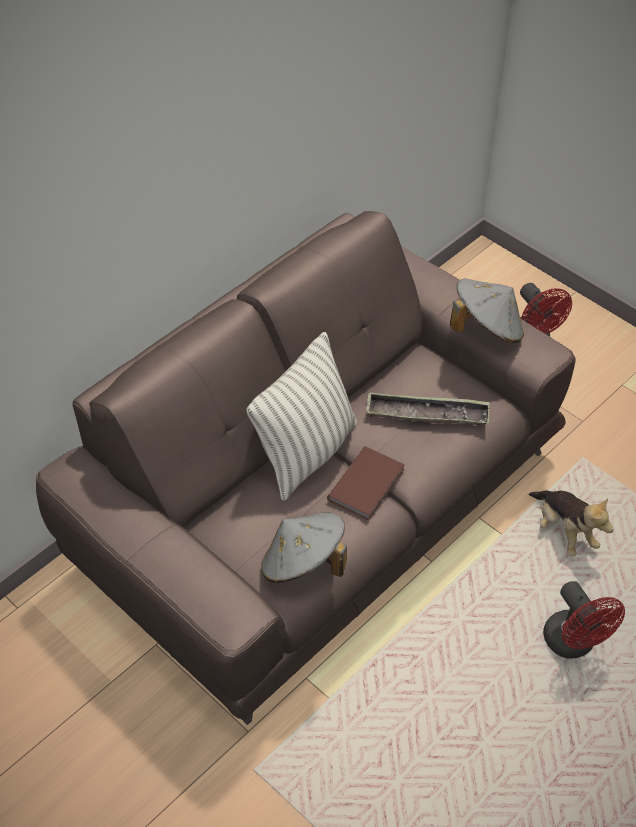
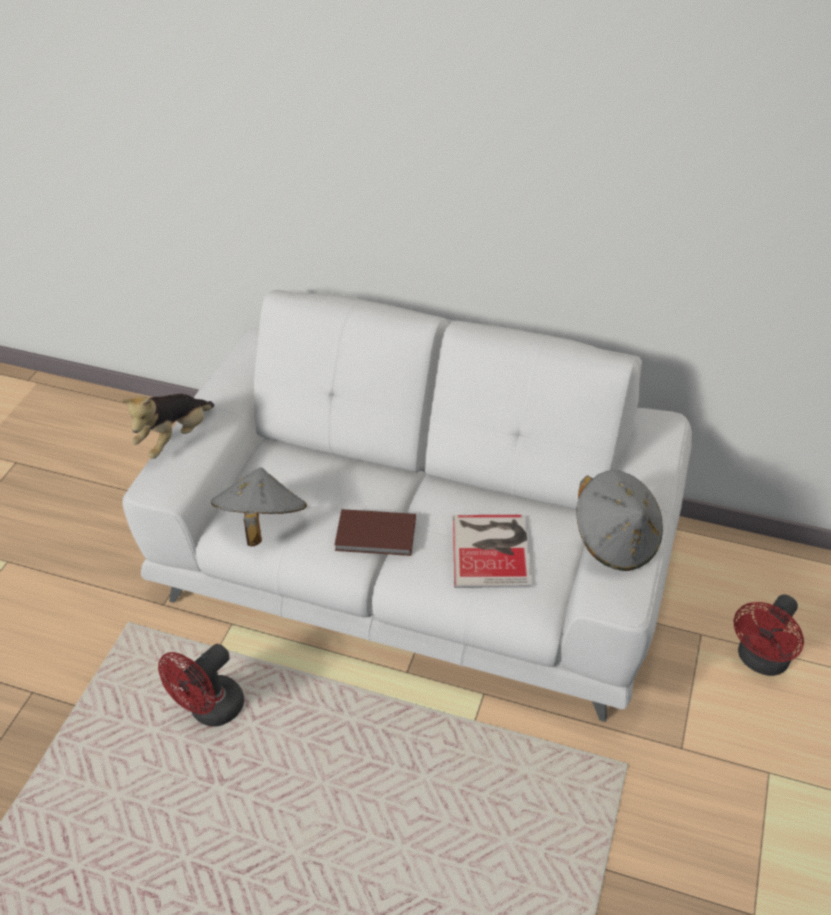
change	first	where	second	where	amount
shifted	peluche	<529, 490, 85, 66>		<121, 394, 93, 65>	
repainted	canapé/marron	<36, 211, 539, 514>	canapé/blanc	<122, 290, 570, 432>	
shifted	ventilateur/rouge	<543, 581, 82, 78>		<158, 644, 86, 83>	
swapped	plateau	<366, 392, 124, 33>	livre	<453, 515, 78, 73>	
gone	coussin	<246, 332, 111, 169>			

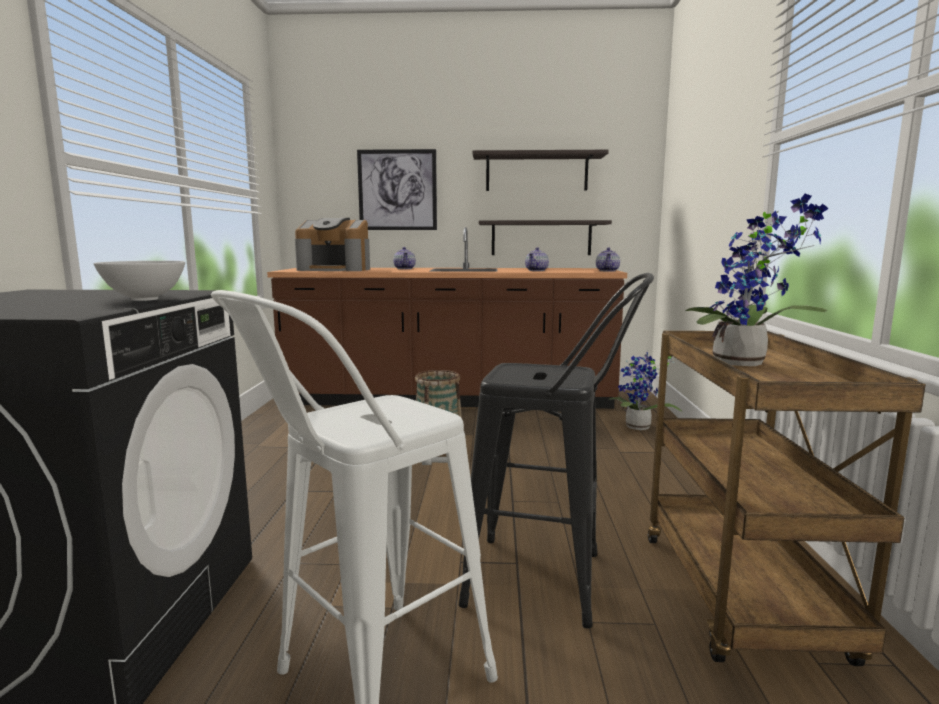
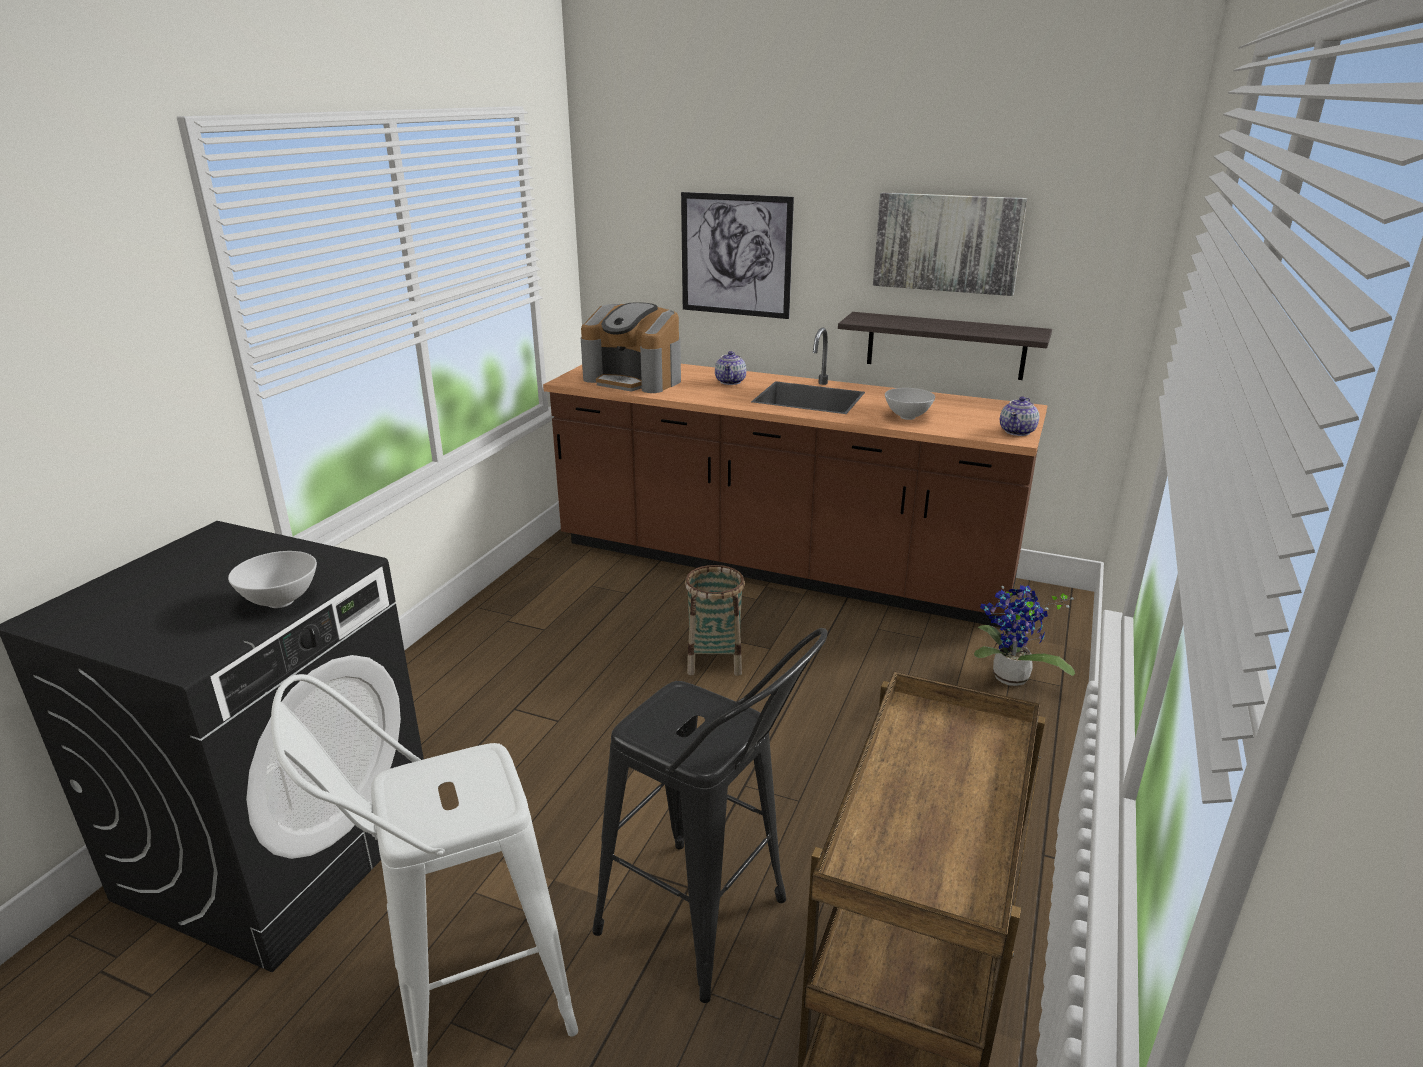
change	first	where	second	where	amount
swapped	étagère	<472, 150, 137, 41>	tableau	<873, 192, 155, 104>	
swapped	théière	<525, 247, 24, 24>	bol/blanc	<885, 388, 50, 32>	
gone	plante en pot	<685, 194, 144, 172>			

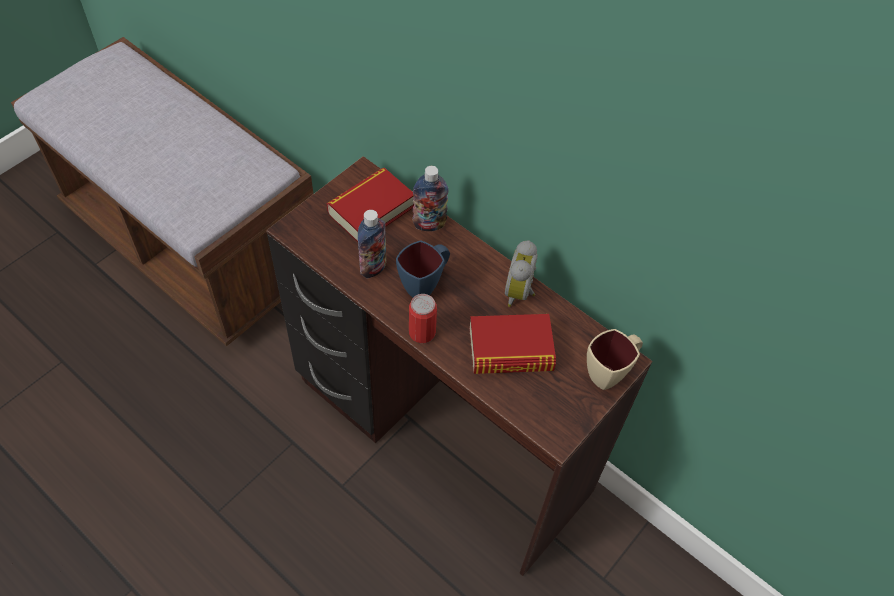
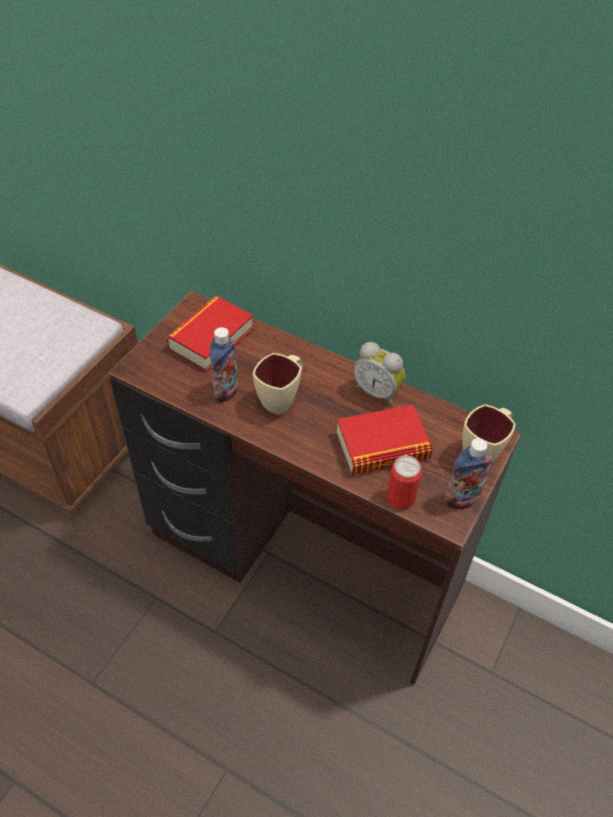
change	first	where	second	where	amount
repainted	mug/bleu	<396, 241, 54, 56>	mug/beige	<253, 353, 50, 62>	
rotated	réveil	<505, 240, 33, 67>		<353, 342, 52, 64>	60 degrees counterclockwise
shifted	boîte métallique	<409, 294, 28, 49>		<387, 456, 35, 54>	
shifted	bouteille	<413, 166, 36, 65>		<444, 438, 49, 71>	

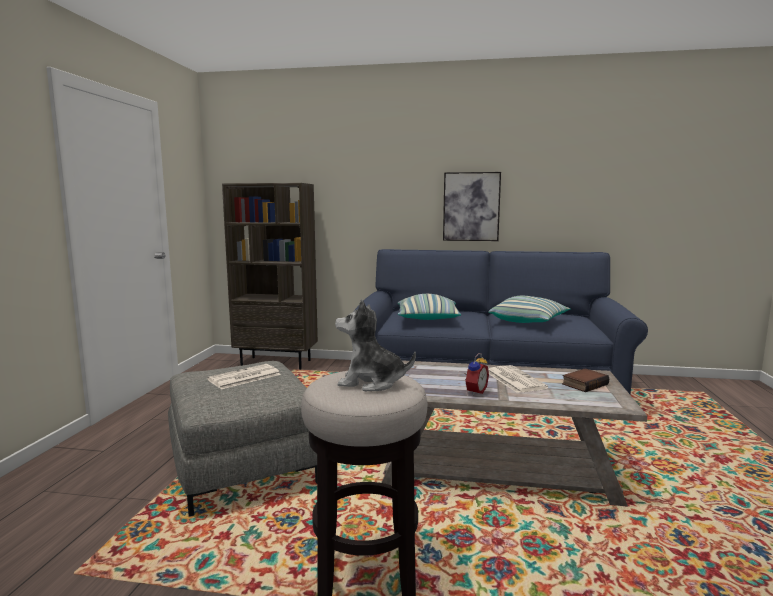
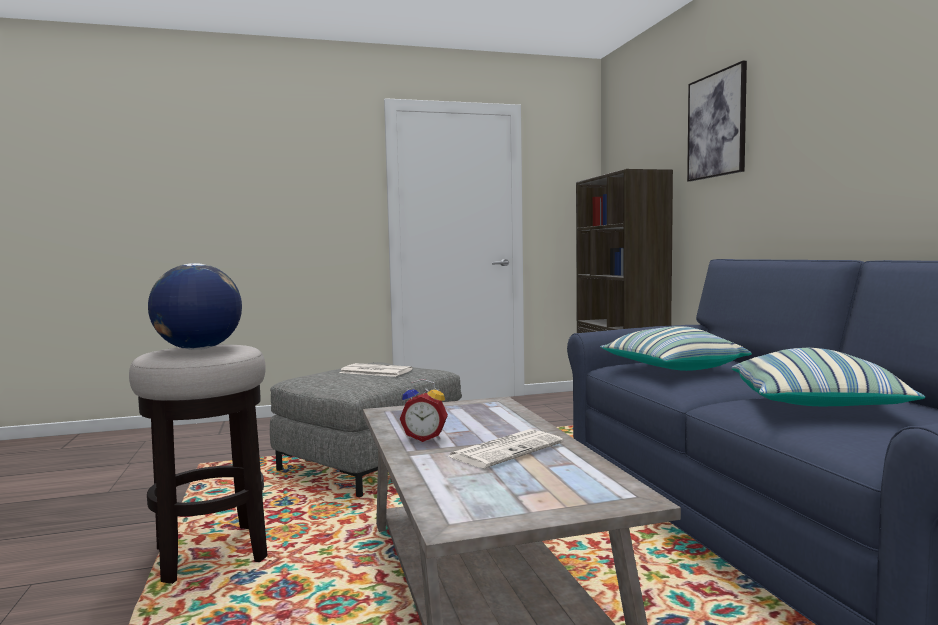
change	first	where	second	where	amount
swapped	peluche	<335, 299, 81, 92>	globe	<148, 263, 94, 87>	
shifted	tableau	<443, 172, 58, 69>		<687, 61, 60, 120>	
gone	livre	<562, 368, 47, 24>			

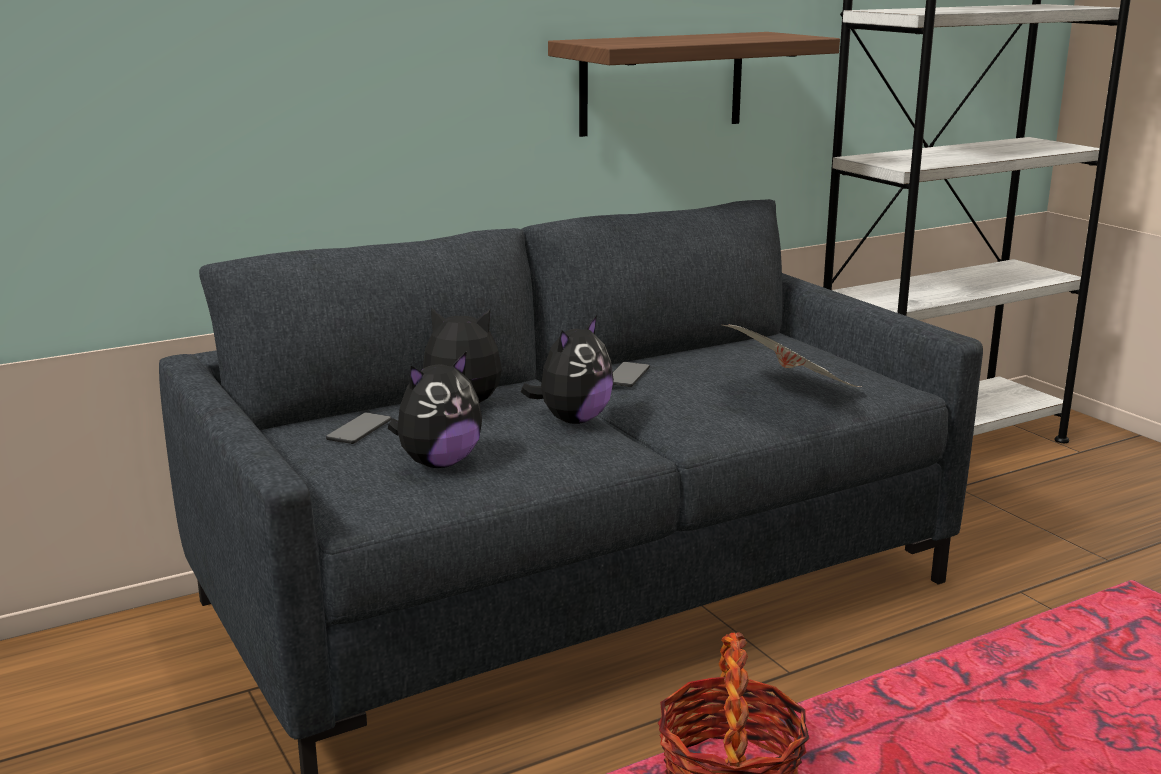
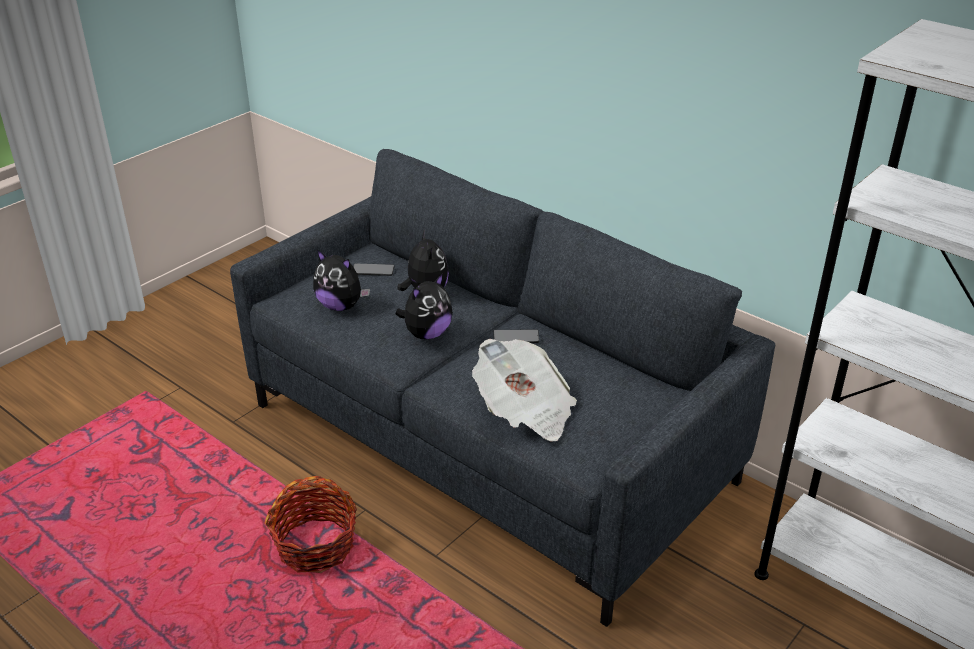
change	first	where	second	where	amount
rotated	peluche	<521, 316, 93, 108>		<395, 273, 58, 66>	60 degrees counterclockwise
gone	étagère	<548, 32, 292, 105>			

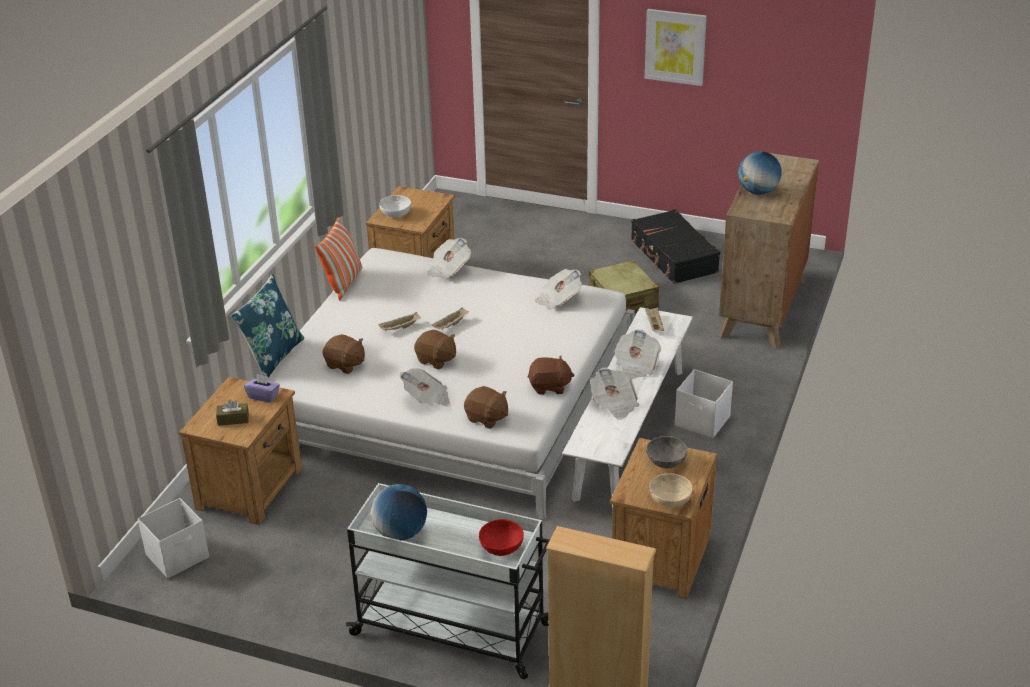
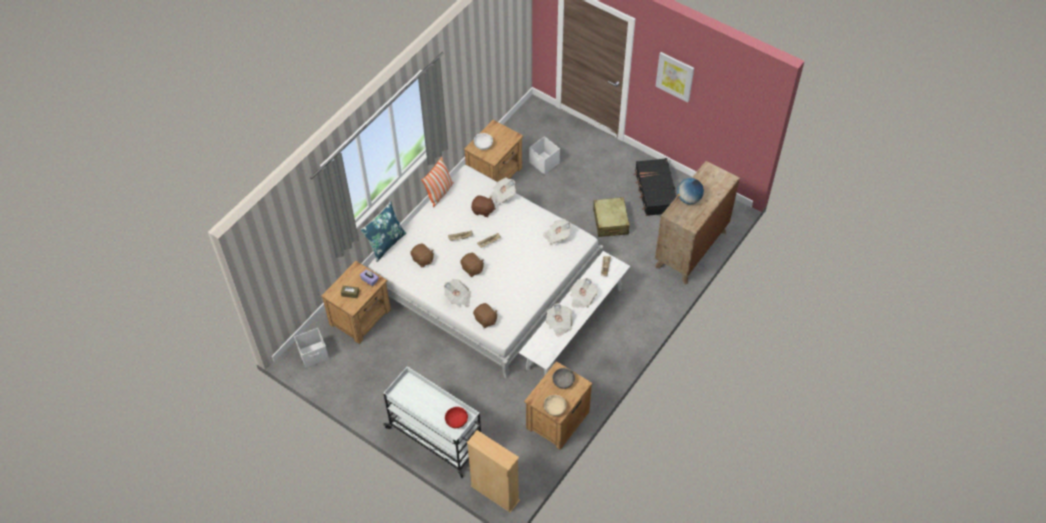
change	first	where	second	where	amount
shifted	peluche/marron	<528, 356, 46, 39>		<471, 195, 25, 22>	
shifted	boîte de rangement/blanc	<675, 369, 58, 69>		<529, 136, 31, 39>	
gone	globe	<371, 484, 56, 56>			

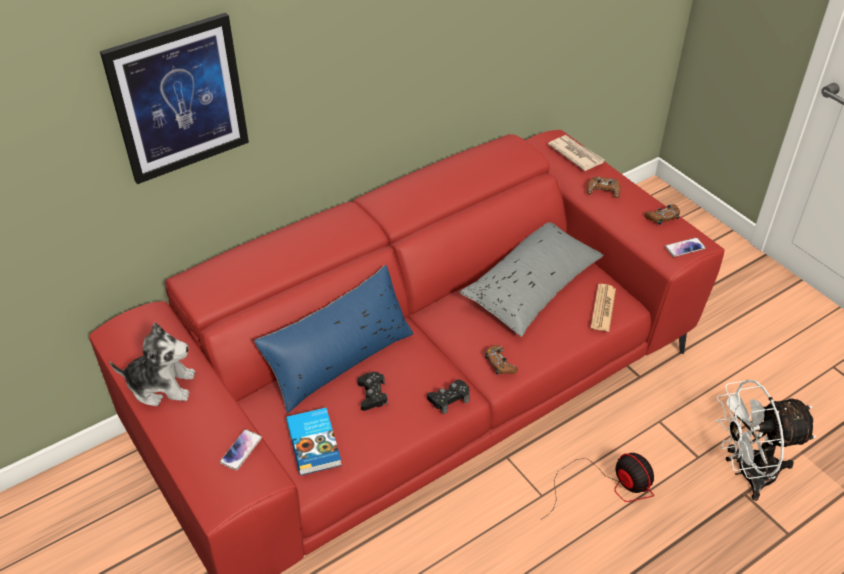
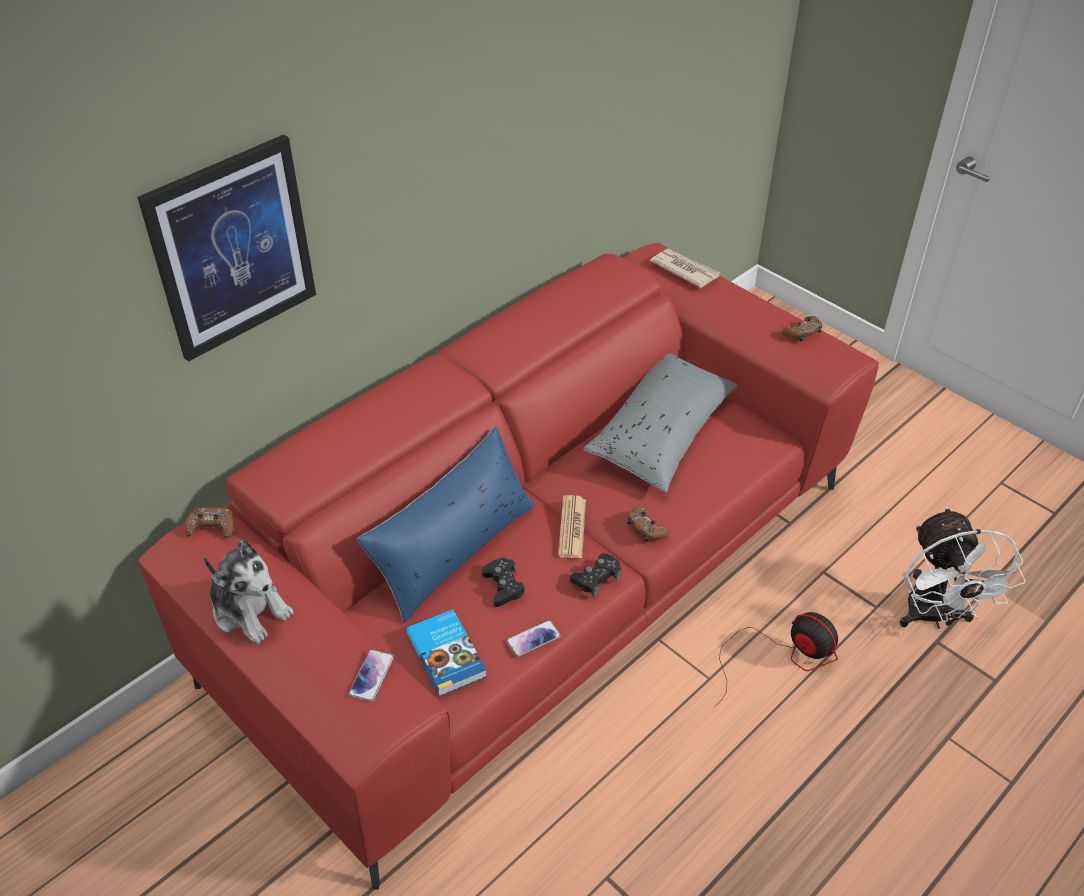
change	first	where	second	where	amount
shifted	manette/marron	<587, 177, 34, 21>		<185, 507, 49, 31>	
rotated	peluche	<110, 323, 86, 83>		<204, 540, 90, 104>	45 degrees clockwise
shifted	téléphone	<665, 238, 41, 19>		<506, 620, 55, 37>	
shifted	journal	<590, 284, 26, 48>		<558, 495, 28, 63>	
rotated	ventilateur/blanc	<715, 380, 102, 121>		<899, 507, 127, 122>	75 degrees counterclockwise

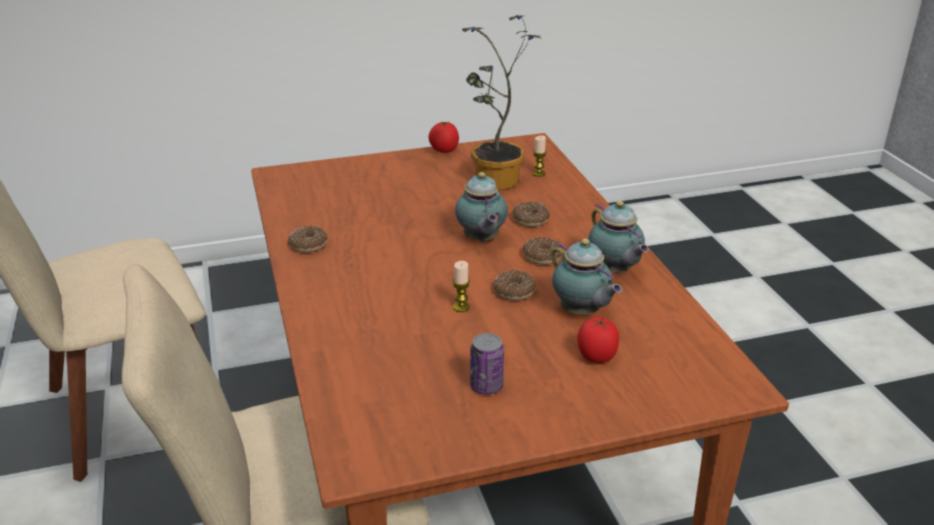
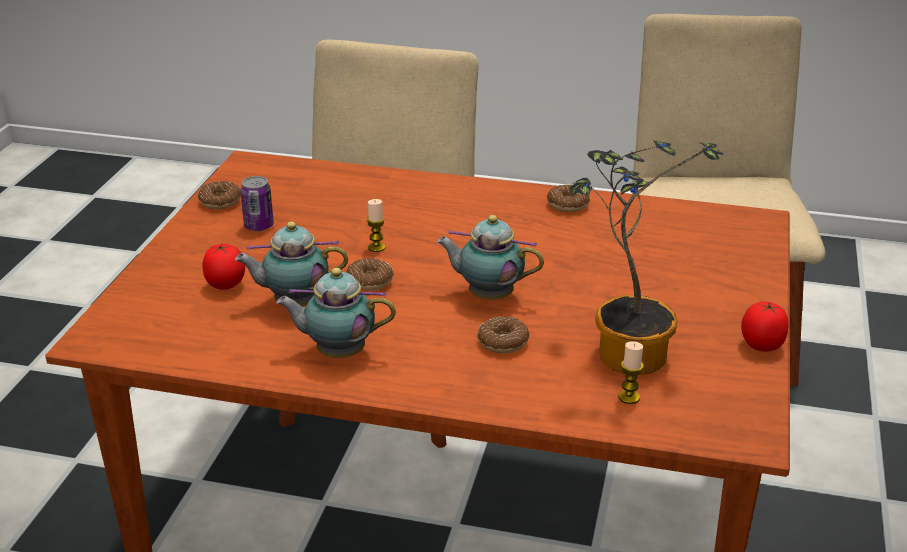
change	first	where	second	where	amount
shifted	beignet	<523, 237, 39, 28>		<198, 181, 43, 28>	

